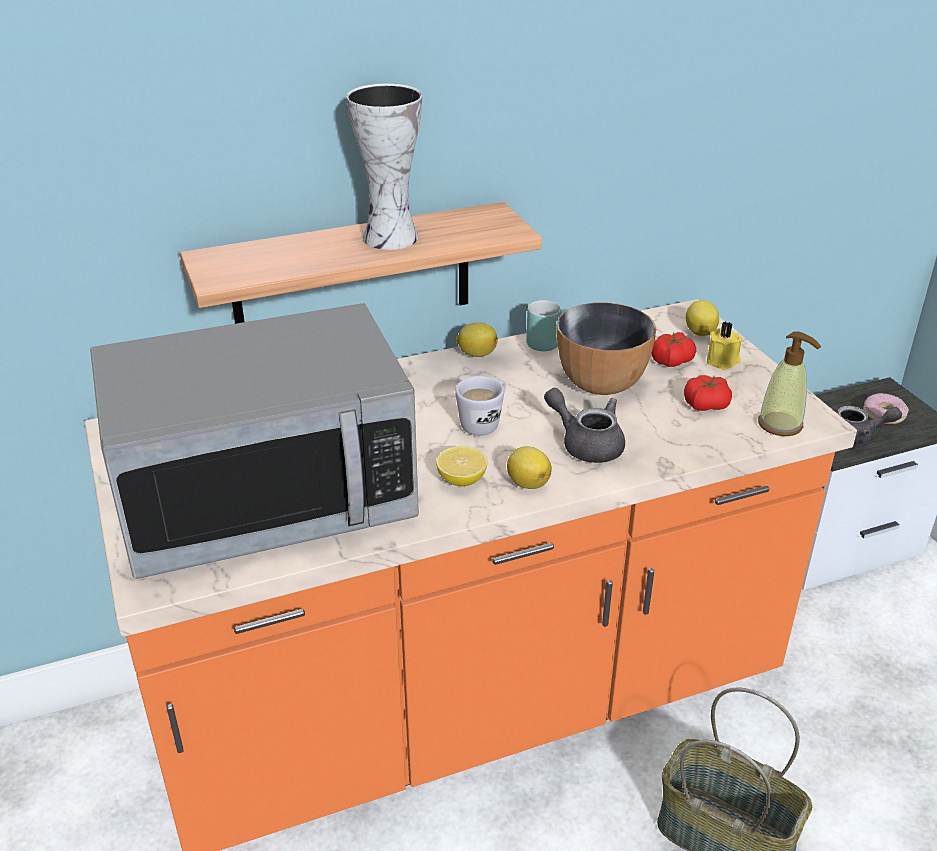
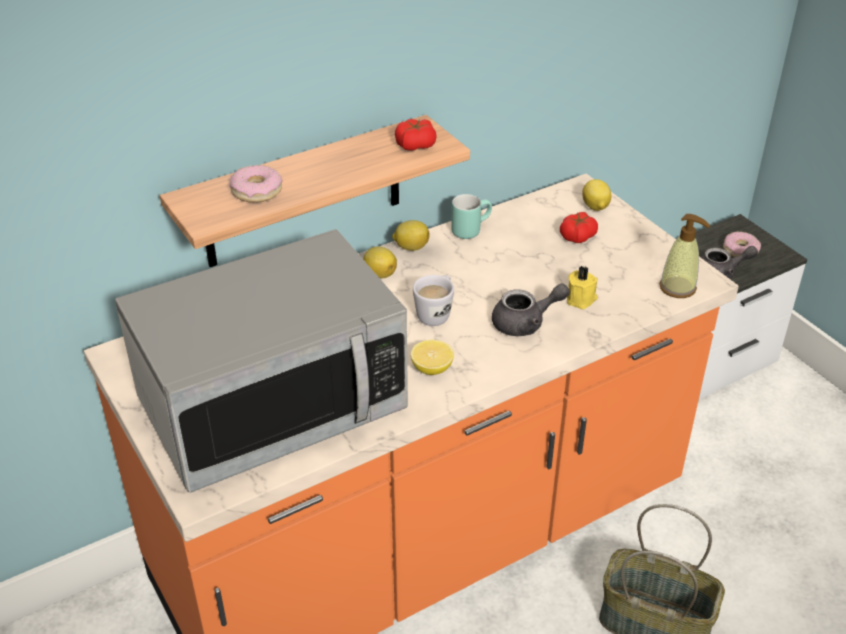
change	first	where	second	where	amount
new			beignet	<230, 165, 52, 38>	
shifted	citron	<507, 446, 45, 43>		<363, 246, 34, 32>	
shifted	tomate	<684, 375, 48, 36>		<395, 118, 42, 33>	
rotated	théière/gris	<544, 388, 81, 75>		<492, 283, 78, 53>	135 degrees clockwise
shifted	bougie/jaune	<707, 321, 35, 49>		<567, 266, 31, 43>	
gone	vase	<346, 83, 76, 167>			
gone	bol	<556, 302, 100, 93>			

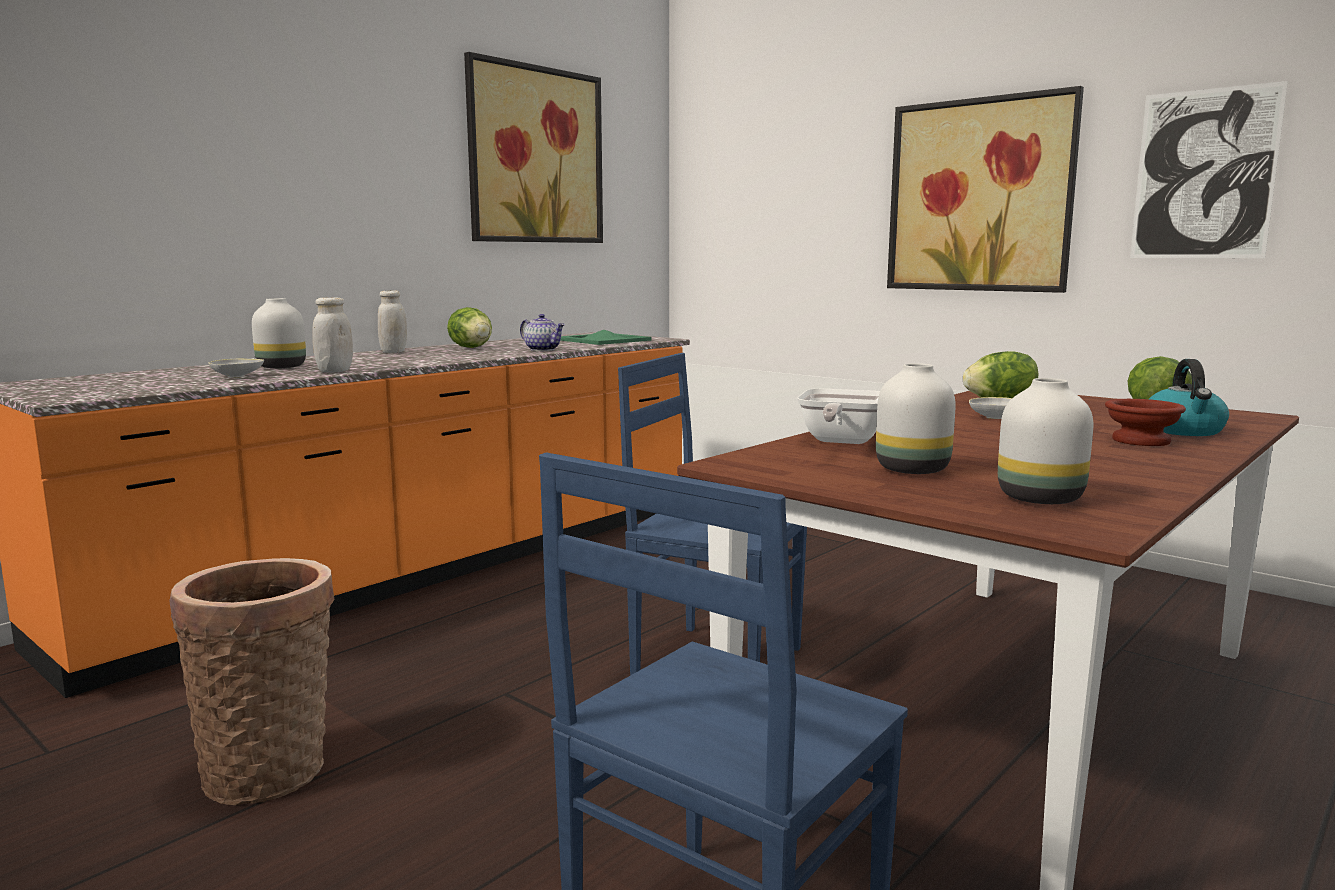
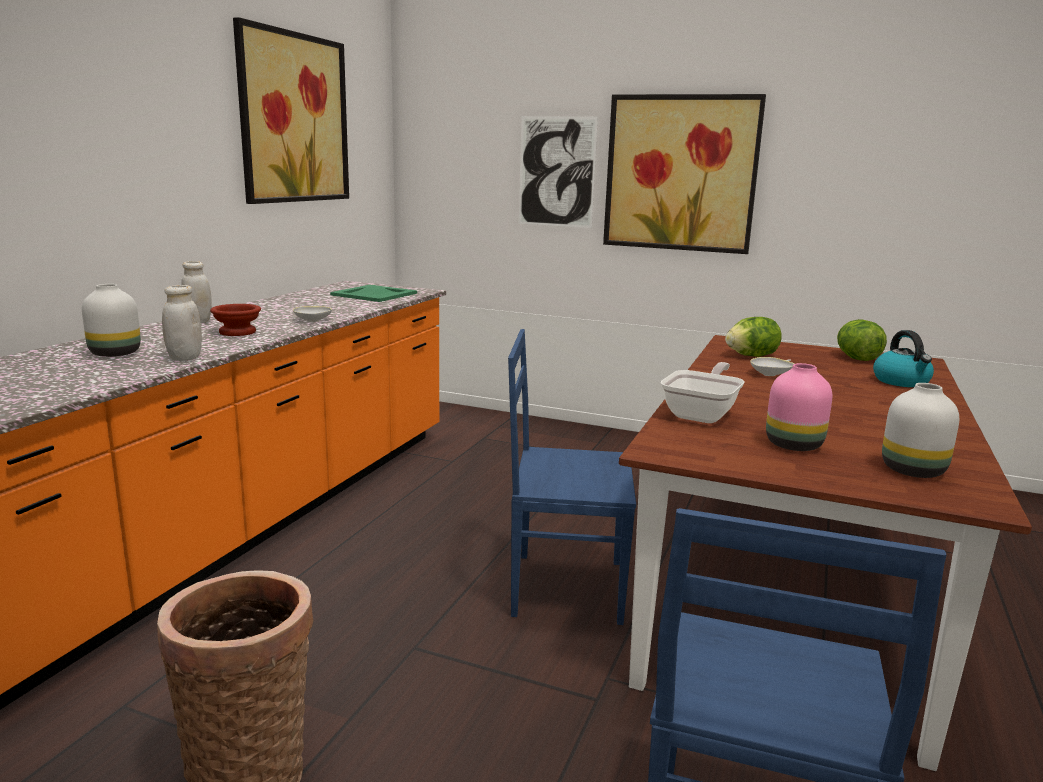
change	first	where	second	where	amount
shifted	bol/marron	<1105, 399, 81, 47>		<210, 304, 51, 32>	
shifted	bol/blanc	<208, 358, 56, 20>		<293, 305, 39, 18>	
shifted	tableau	<1130, 81, 158, 177>		<519, 116, 79, 112>	
rotated	poêle	<797, 388, 83, 56>		<660, 362, 85, 61>	150 degrees counterclockwise
repainted	vase/blanc	<876, 363, 80, 111>	vase/rose	<766, 363, 66, 88>	
gone	laitue	<447, 307, 45, 41>			
gone	théière	<520, 314, 45, 37>			

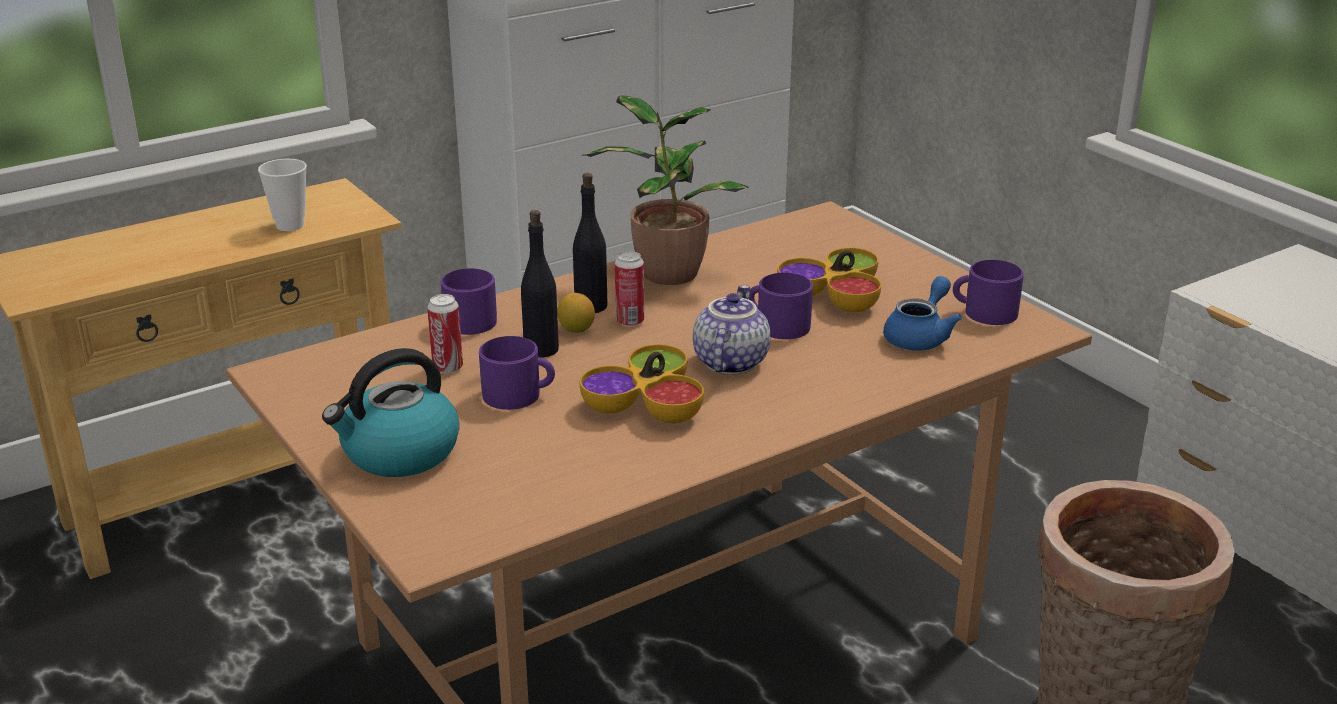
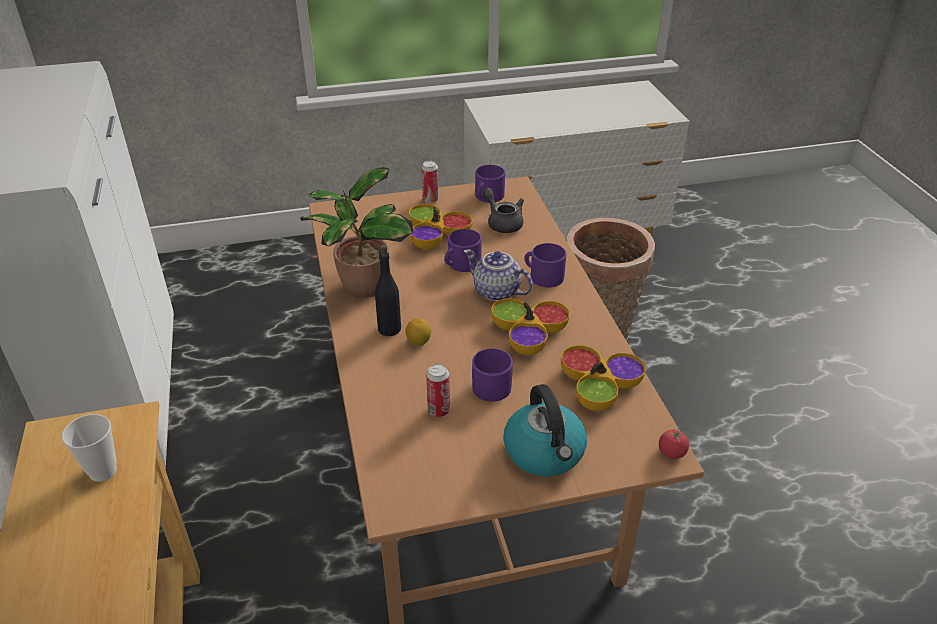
change	first	where	second	where	amount
shifted	boîte métallique	<615, 251, 29, 76>		<421, 161, 18, 42>	
repainted	théière/bleu	<883, 276, 79, 75>	théière/gris	<483, 188, 41, 45>	
shifted	mug/violet	<441, 268, 56, 67>		<524, 243, 42, 44>	
new			bol	<561, 345, 85, 66>	
new			tomate	<659, 426, 30, 33>	
gone	bouteille/noir	<521, 210, 38, 148>			

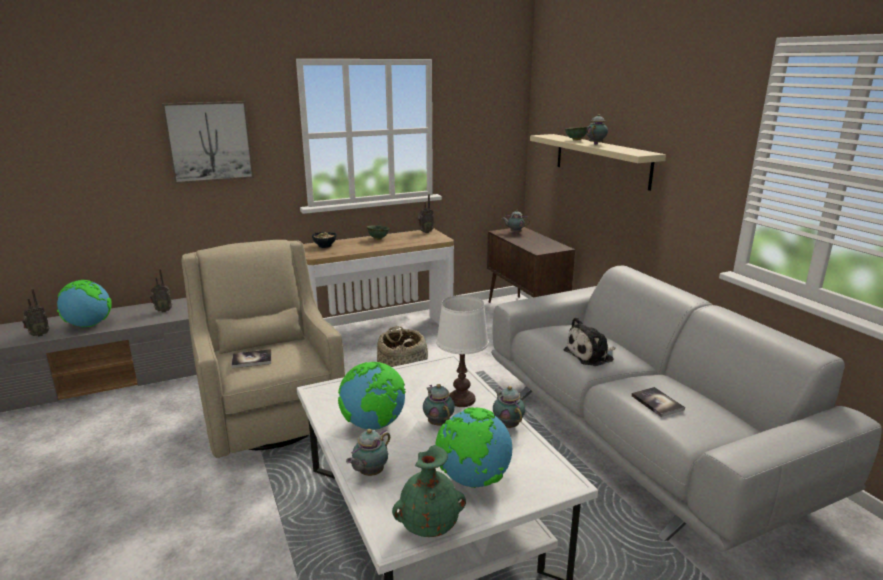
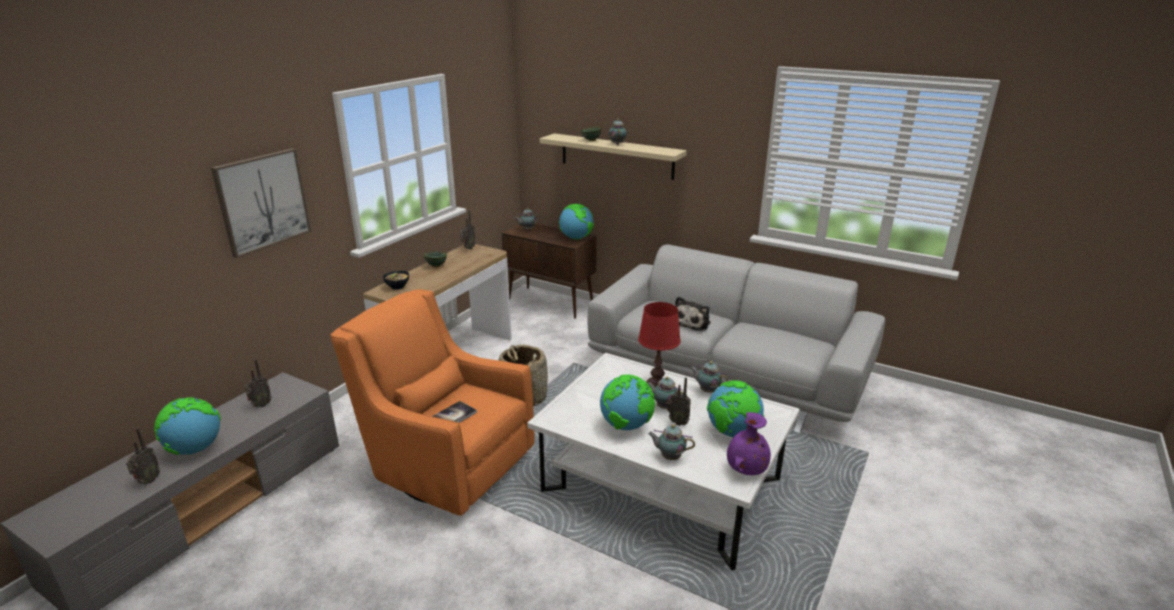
change	first	where	second	where	amount
repainted	fauteuil/beige	<181, 240, 164, 218>	fauteuil/orange	<331, 289, 204, 227>	
new			globe	<559, 204, 35, 36>	
repainted	lampe de table/blanc	<436, 295, 53, 112>	lampe de table/rouge	<638, 302, 43, 85>	
rotated	théière	<346, 429, 44, 47>		<648, 424, 47, 36>	105 degrees clockwise
new			radio	<667, 377, 24, 49>	
repainted	vase/vert	<392, 445, 74, 92>	vase/violet	<727, 412, 44, 63>	
gone	livre	<631, 387, 54, 30>			

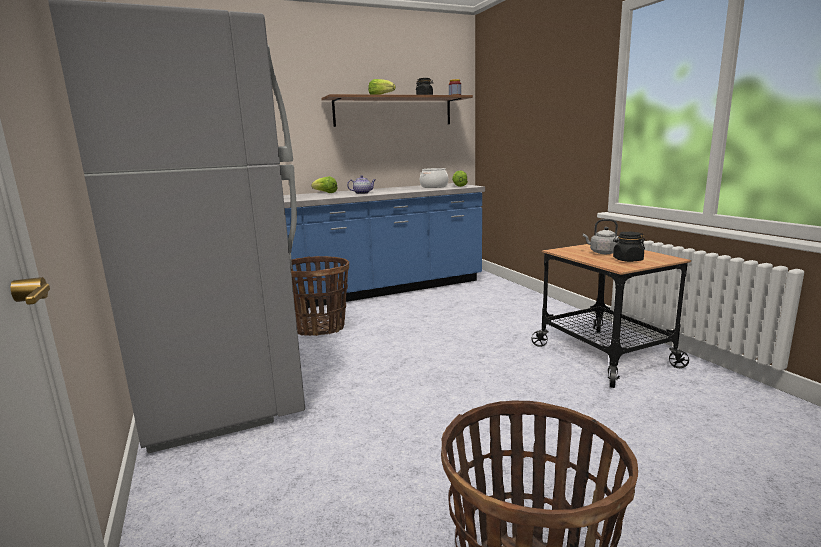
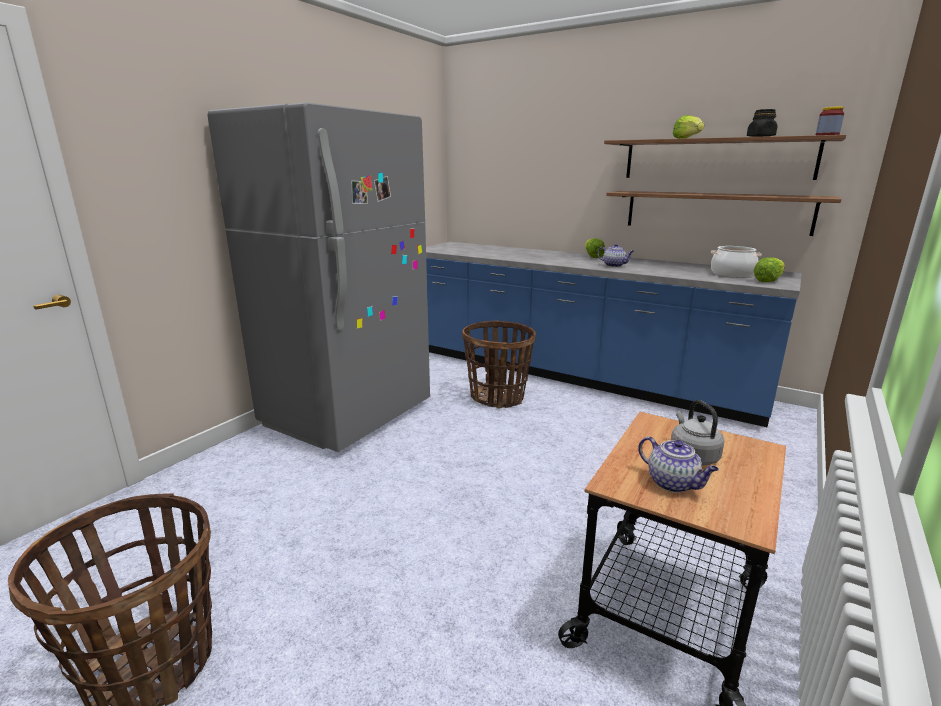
change	first	where	second	where	amount
new			étagère	<606, 191, 236, 45>	
swapped	bocal/noir	<613, 232, 32, 30>	théière	<638, 436, 81, 57>	

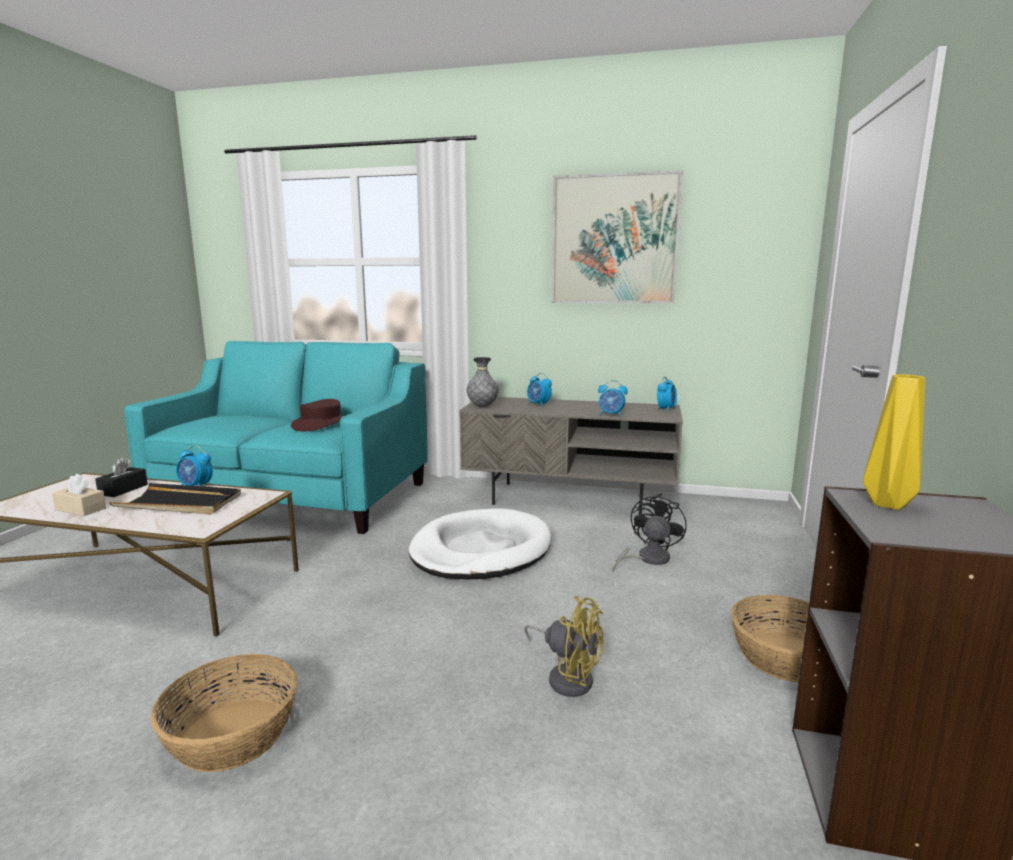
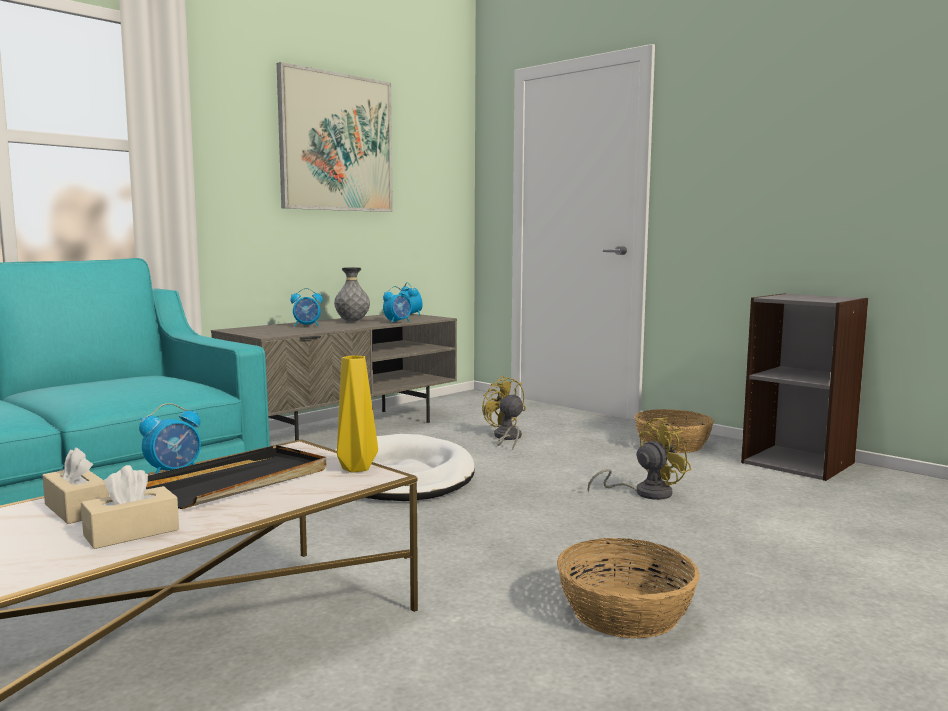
change	first	where	second	where	amount
repainted	boîte à mouchoirs/noir	<95, 458, 53, 39>	boîte à mouchoirs/beige	<42, 447, 67, 77>	
shifted	vase/gris	<467, 357, 32, 50>		<334, 267, 36, 55>	
shifted	vase/jaune	<863, 375, 63, 135>		<337, 356, 41, 117>	
repainted	ventilateur/noir	<613, 494, 74, 77>	ventilateur/jaune	<482, 376, 44, 74>	
gone	chapeau/marron	<291, 399, 52, 32>			

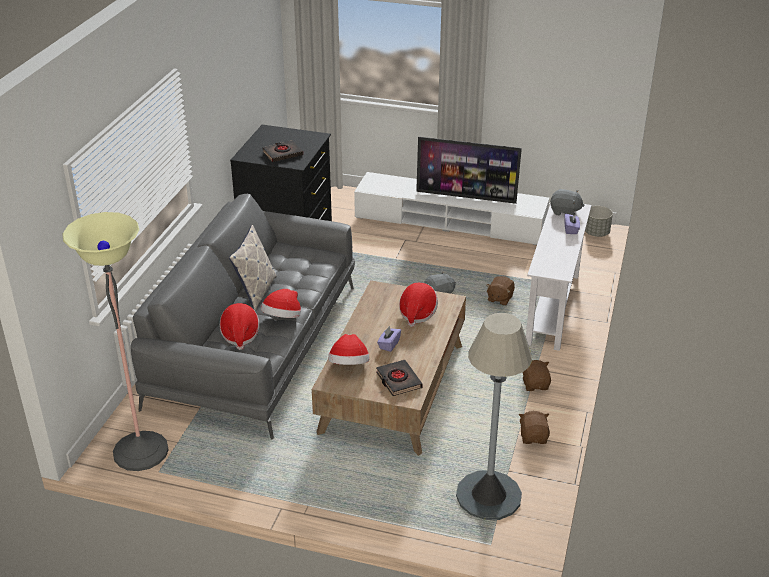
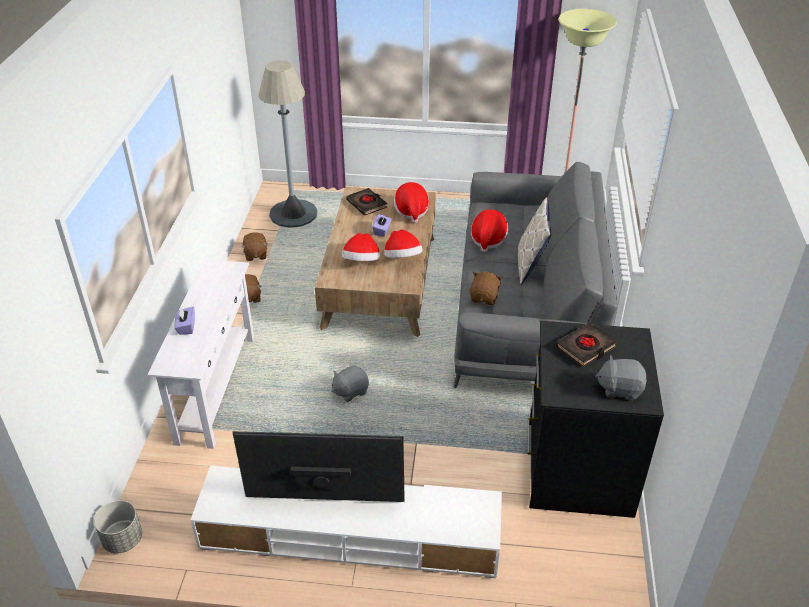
change	first	where	second	where	amount
shifted	chapeau	<219, 303, 41, 47>		<384, 230, 39, 28>	
shifted	peluche/marron	<486, 276, 29, 30>		<470, 272, 32, 33>	
shifted	peluche/gris	<550, 189, 35, 26>		<595, 355, 52, 45>	

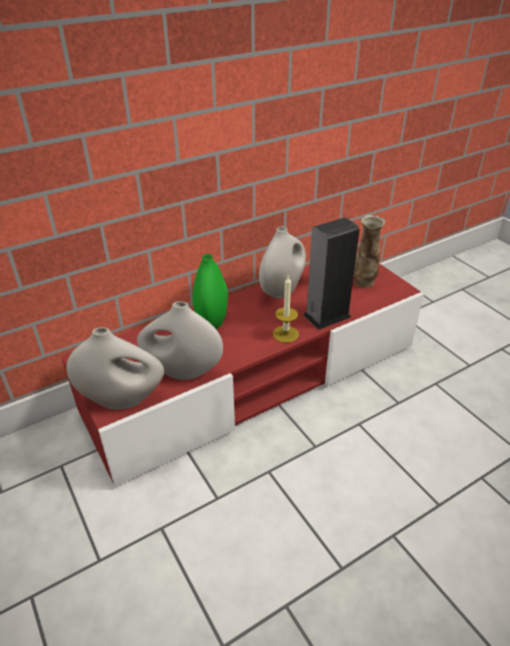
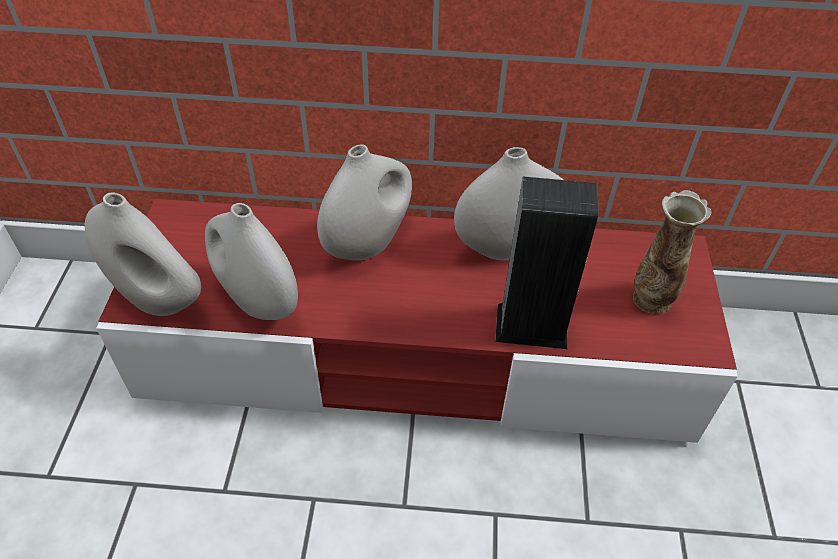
change	first	where	second	where	amount
repainted	vase/vert	<193, 254, 35, 75>	vase/blanc	<317, 145, 95, 116>	
gone	bougie	<273, 276, 26, 67>			

